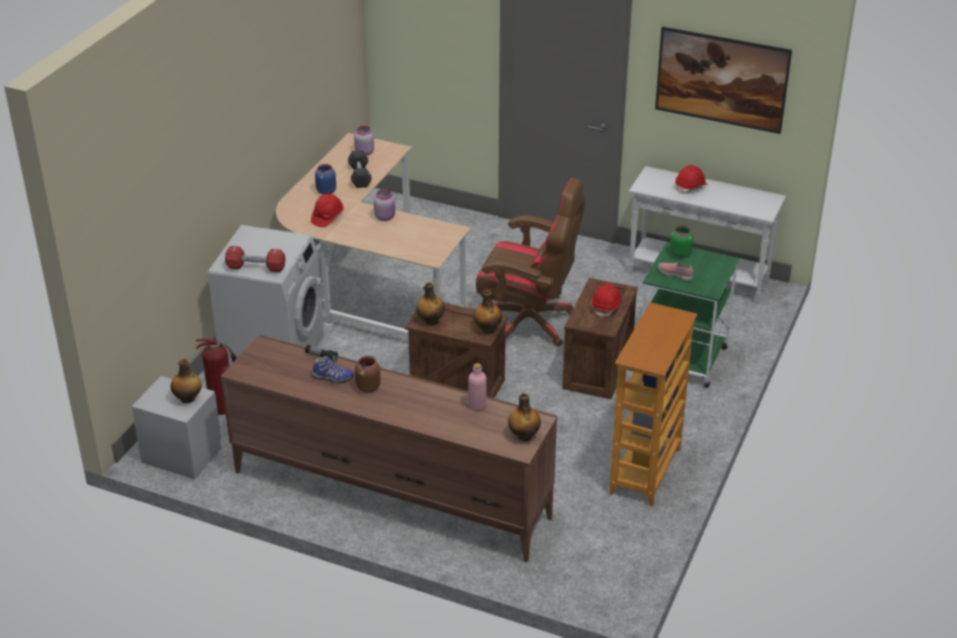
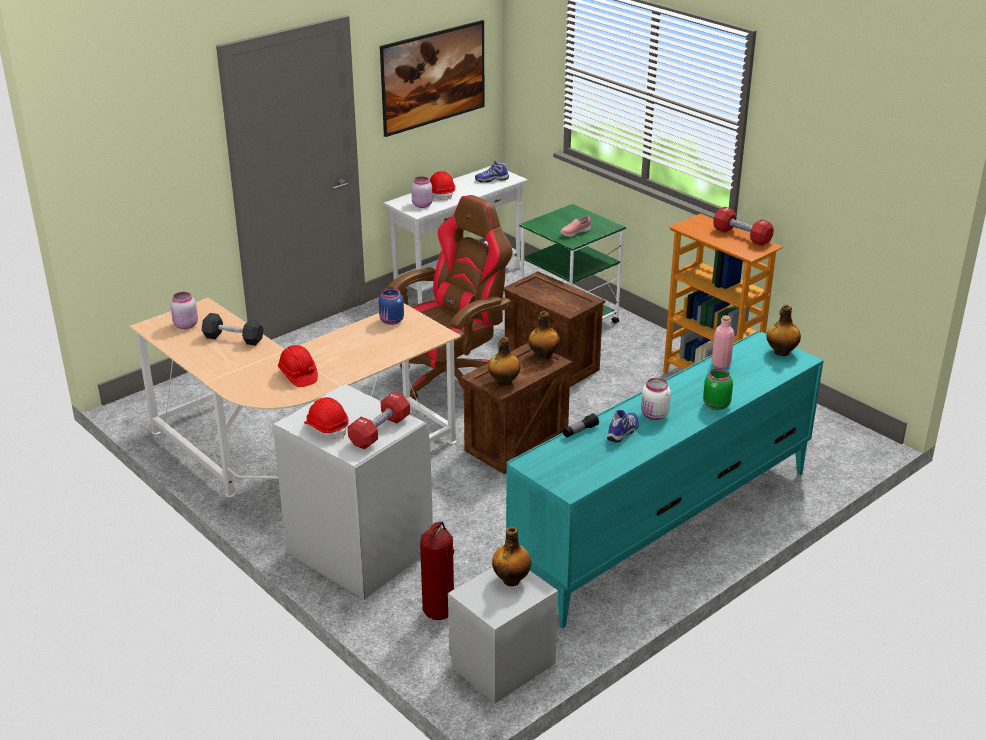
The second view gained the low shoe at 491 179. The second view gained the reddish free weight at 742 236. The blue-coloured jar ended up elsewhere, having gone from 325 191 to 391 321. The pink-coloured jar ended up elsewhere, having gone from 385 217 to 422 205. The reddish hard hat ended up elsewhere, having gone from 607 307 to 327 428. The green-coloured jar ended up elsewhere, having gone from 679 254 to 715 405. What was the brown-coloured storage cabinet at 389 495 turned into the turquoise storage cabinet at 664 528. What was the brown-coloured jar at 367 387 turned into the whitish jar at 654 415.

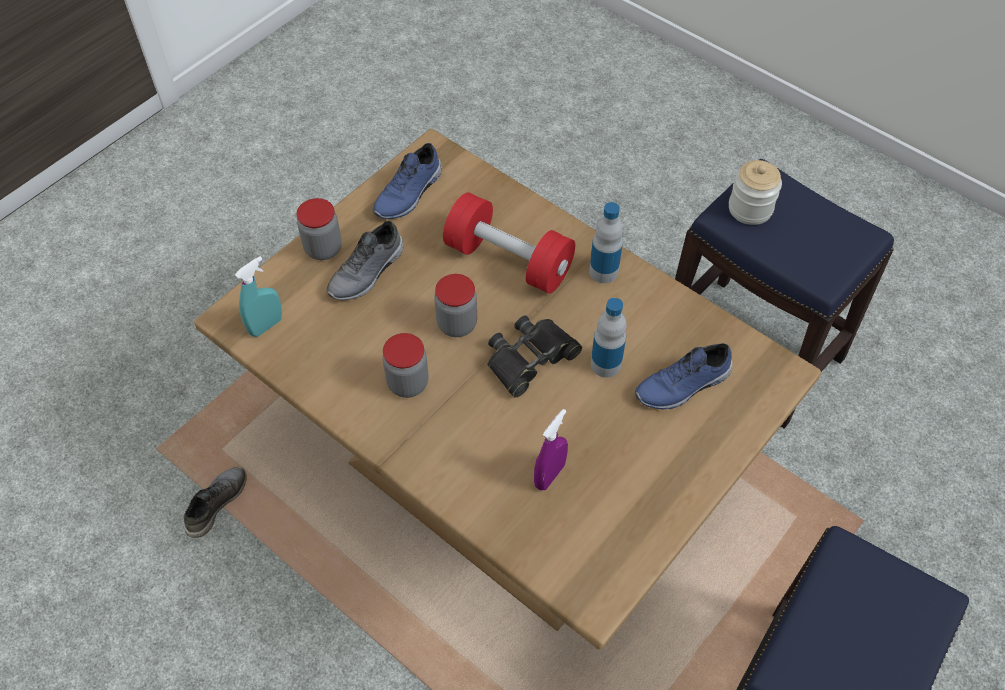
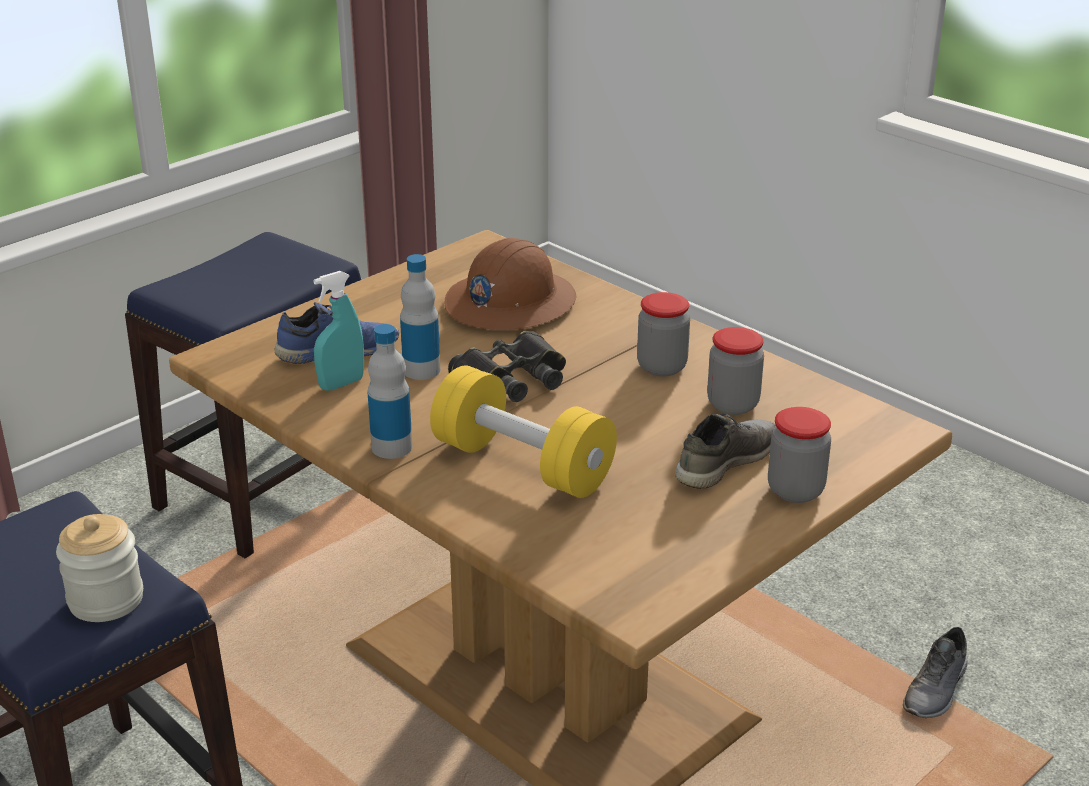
The second view lost the blue-coloured low shoe at 409 194. The turquoise sprayer ended up elsewhere, having gone from 266 326 to 341 384. The jar ended up elsewhere, having gone from 457 324 to 733 404. Where the purple-coloured sprayer stood at 549 475, the brown-coloured hard hat came to stand at 509 303. What was the reddish free weight at 508 260 turned into the yellowish free weight at 522 464.

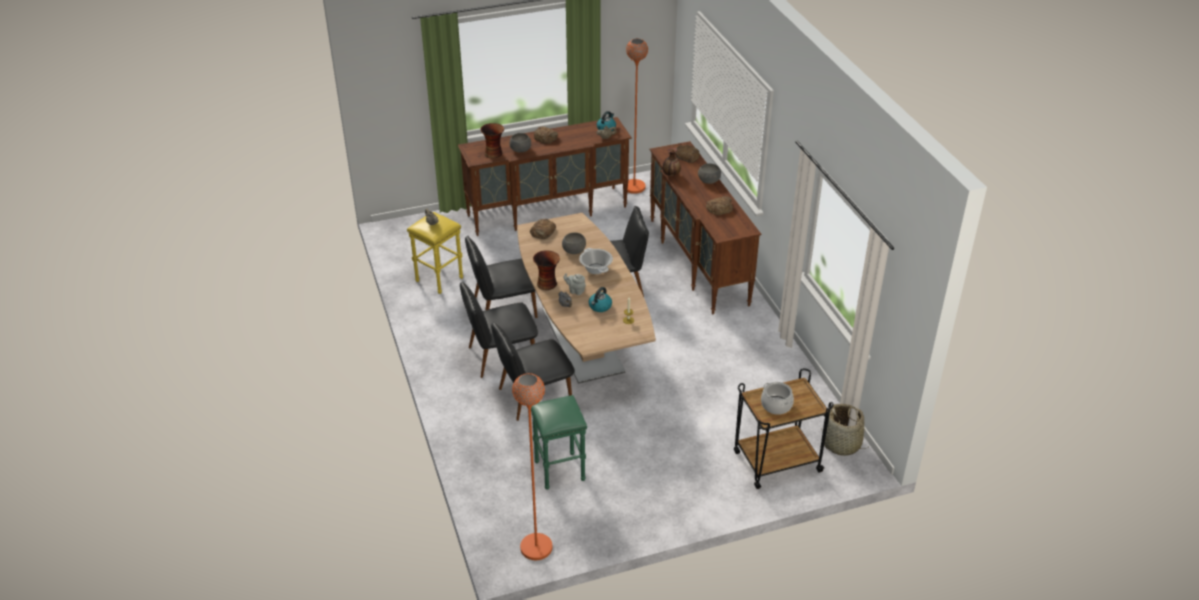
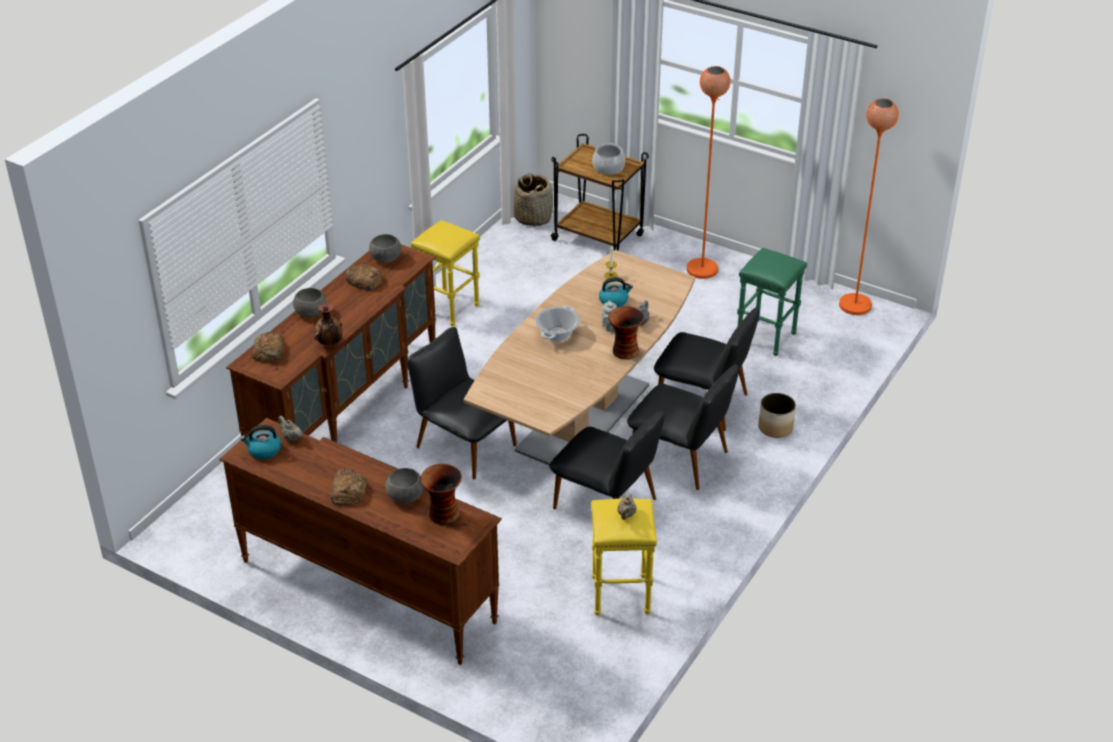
The second view lost the bakery bread at 543 232. The second view gained the yellowish stool at 449 309. The second view gained the planter at 775 428. The gray bowl ended up elsewhere, having gone from 574 250 to 385 258. The orangey standing lamp ended up elsewhere, having gone from 634 187 to 702 269.

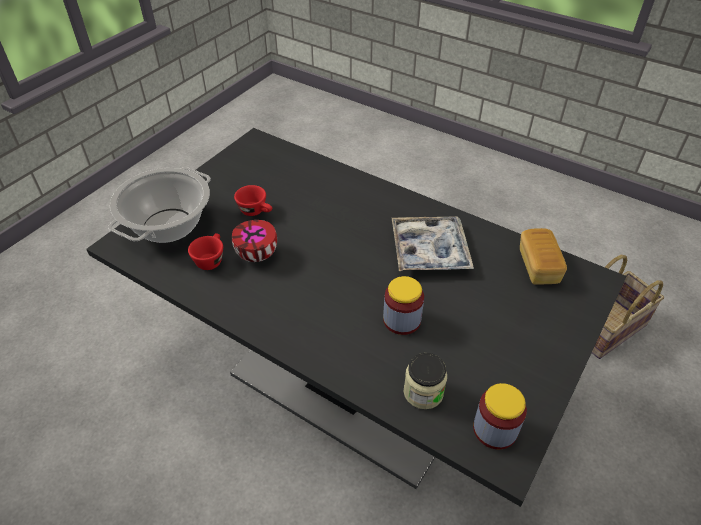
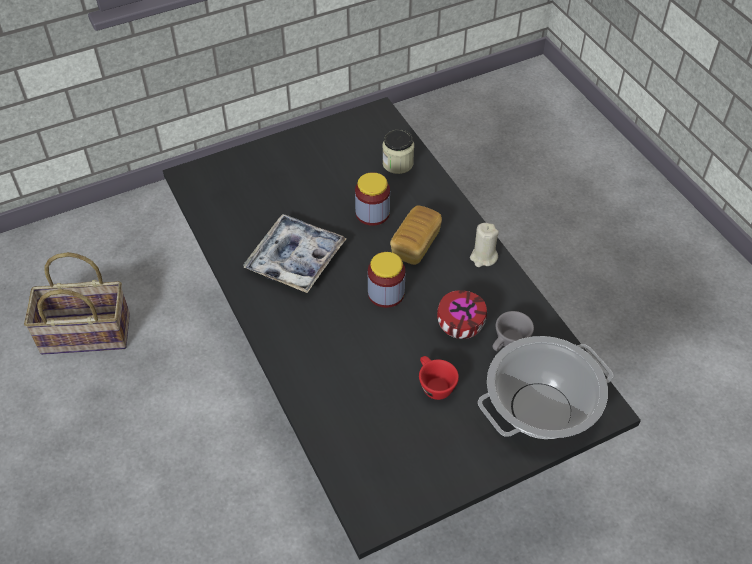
The second view gained the beige wax candle at 483 257. The jar ended up elsewhere, having gone from 495 429 to 386 293. The bakery bread ended up elsewhere, having gone from 538 266 to 415 245. What was the reddish drinking cup at 210 259 turned into the gray drinking cup at 508 343.

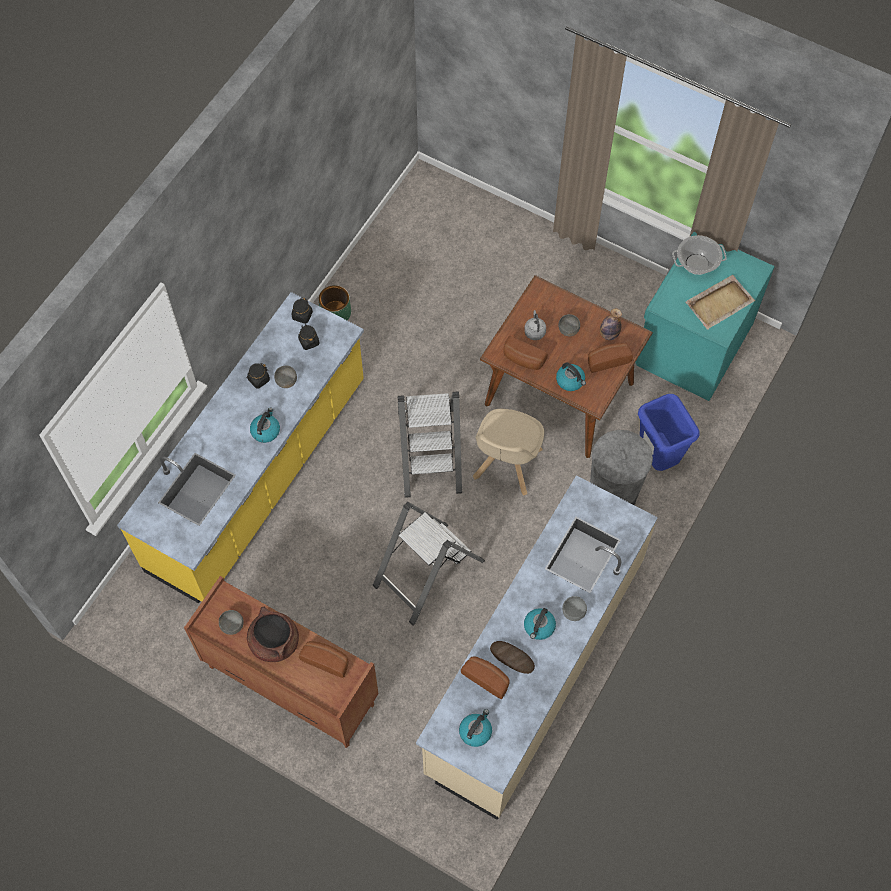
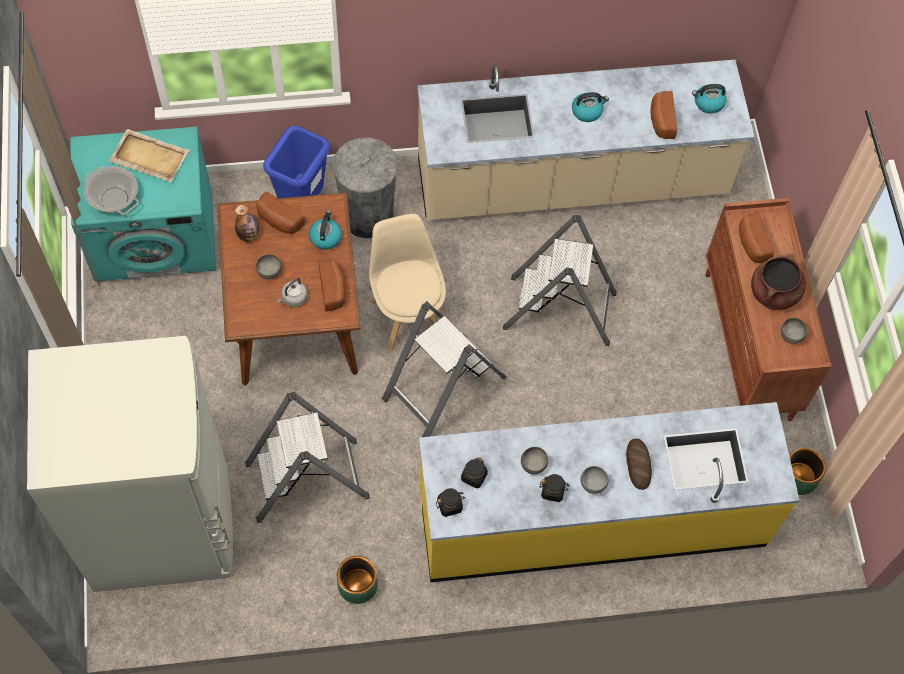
The second view lost the water kettle at 265 431. The second view gained the whitish refrigerator at 163 523. The second view gained the gray stepladder at 308 479. The second view gained the green-coloured planter at 799 478. The bakery bread ended up elsewhere, having gone from 512 658 to 638 465. The gray bowl ended up elsewhere, having gone from 573 612 to 593 484. The beige chair at 506 466 ended up facing another way, 90 degrees counterclockwise from before.

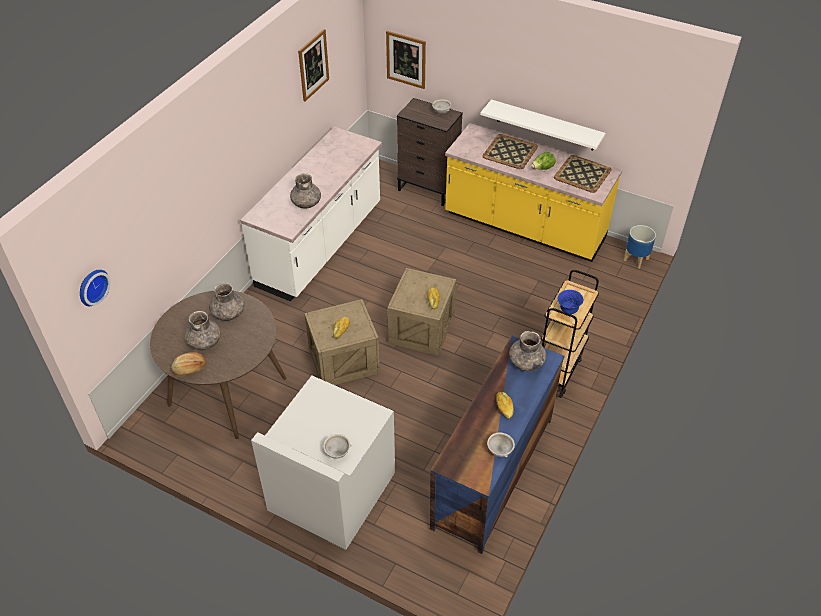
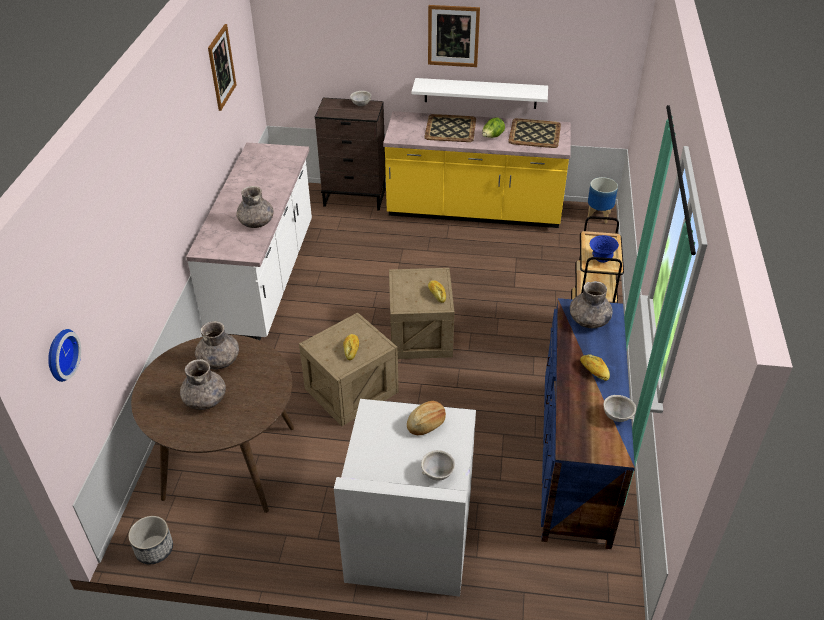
The second view gained the planter at 154 549. The bakery bread ended up elsewhere, having gone from 189 368 to 427 424. The wall art ended up elsewhere, having gone from 406 59 to 453 36.

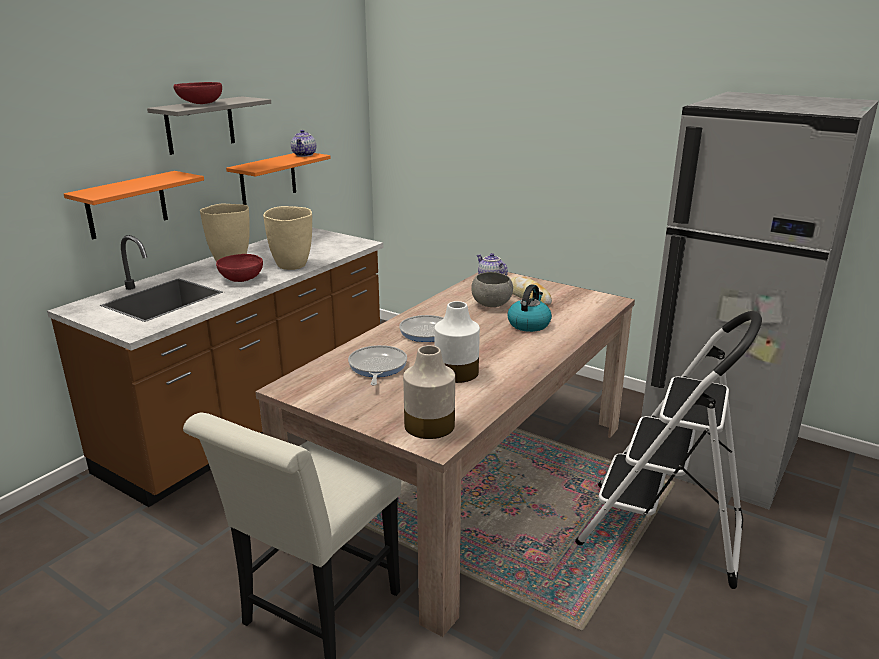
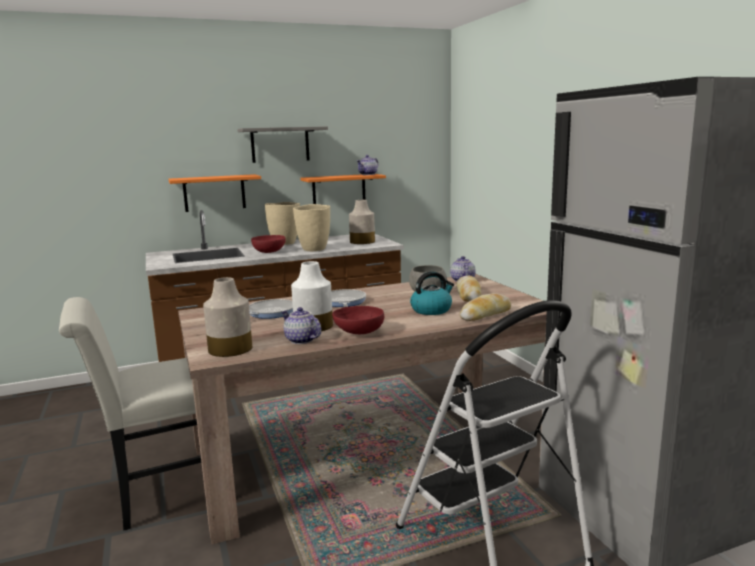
The second view gained the teapot at 300 340. The second view gained the beige vase at 362 241. The second view gained the bakery bread at 485 314. The reddish bowl ended up elsewhere, having gone from 200 104 to 358 333.

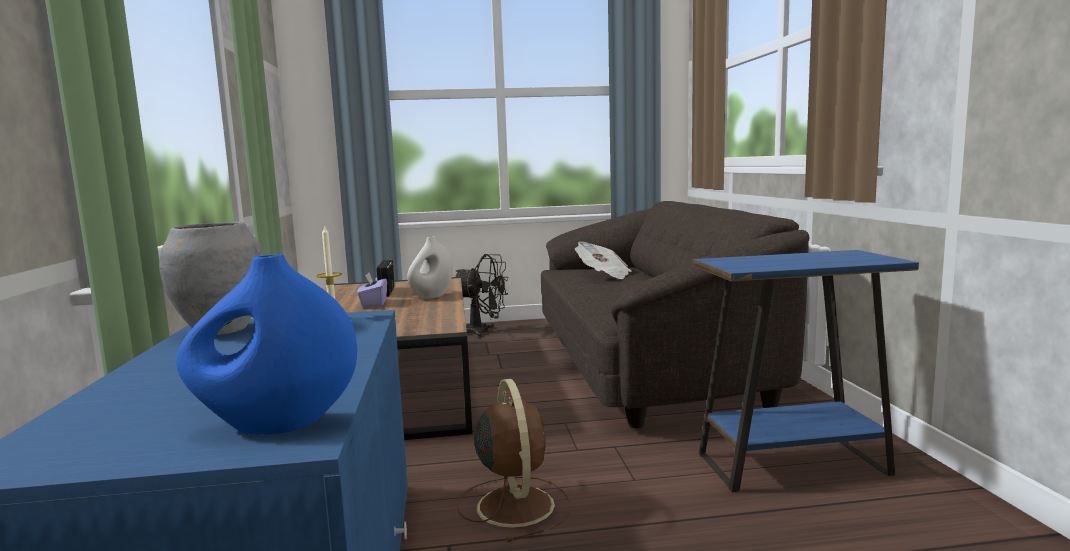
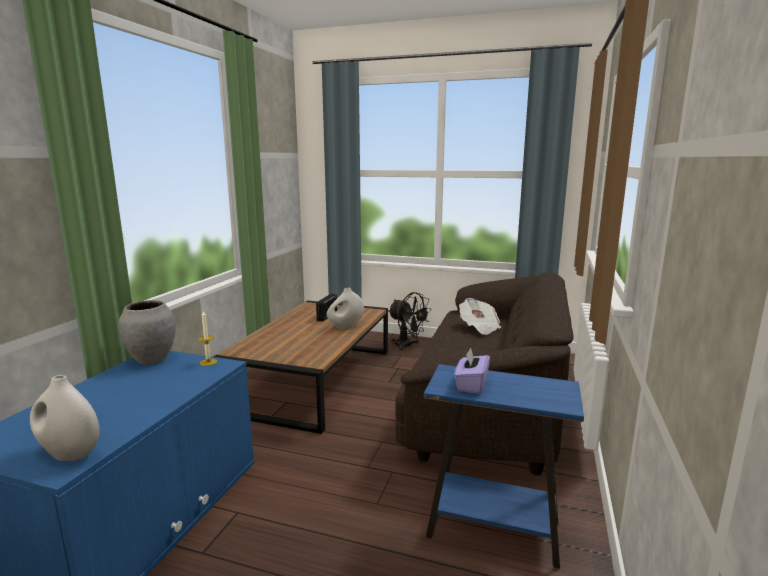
The second view lost the brown-coloured cooling fan at 514 504. The purple-coloured tissue box ended up elsewhere, having gone from 373 304 to 471 385. What was the blue-coloured vase at 275 425 turned into the whitish vase at 69 454.

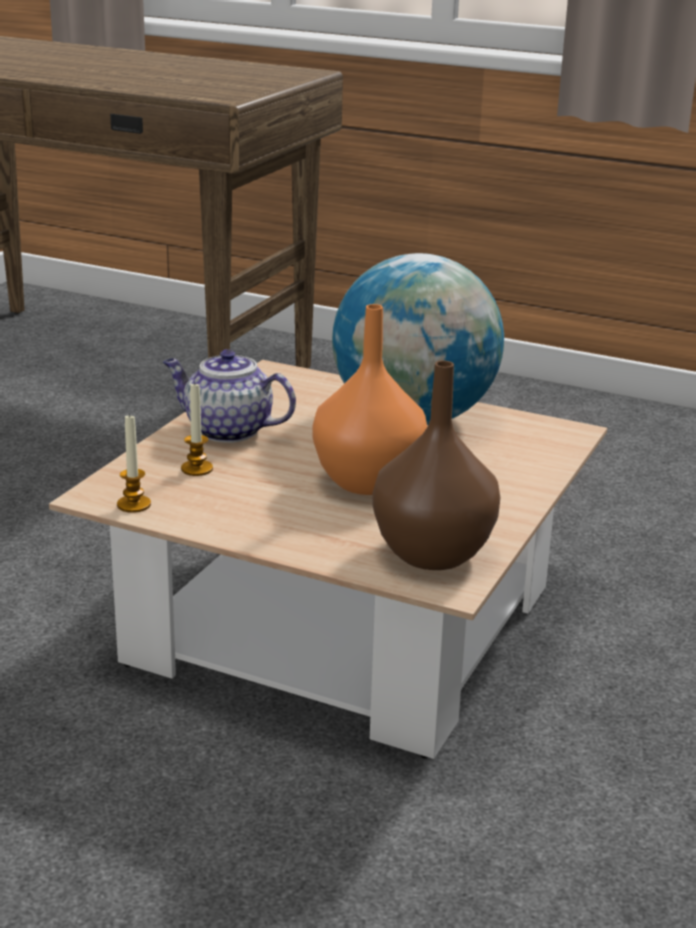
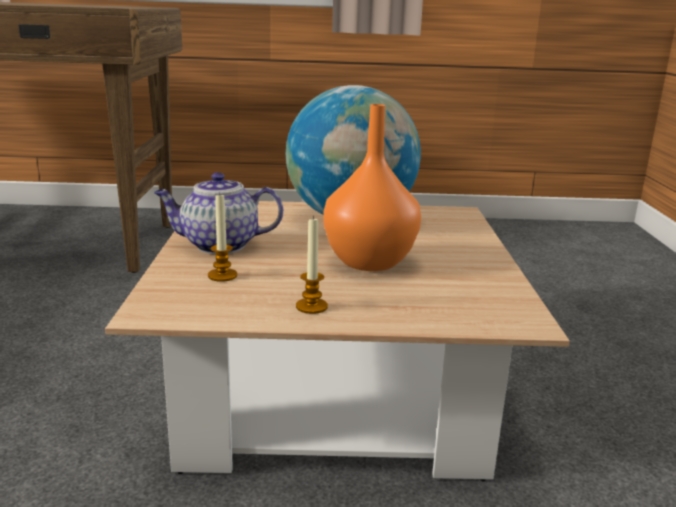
The second view lost the brown-coloured vase at 435 554. The wax candle ended up elsewhere, having gone from 134 505 to 311 307.

